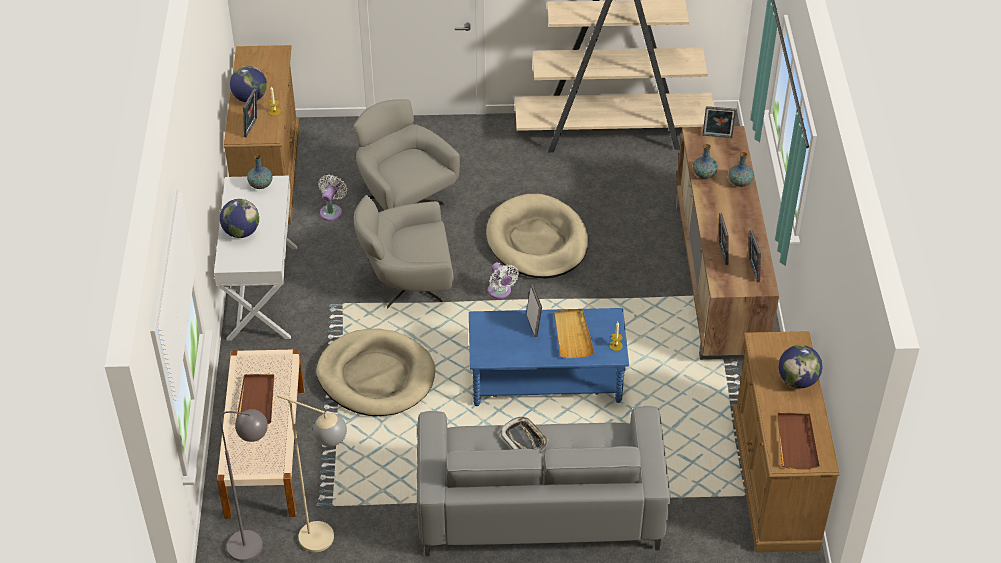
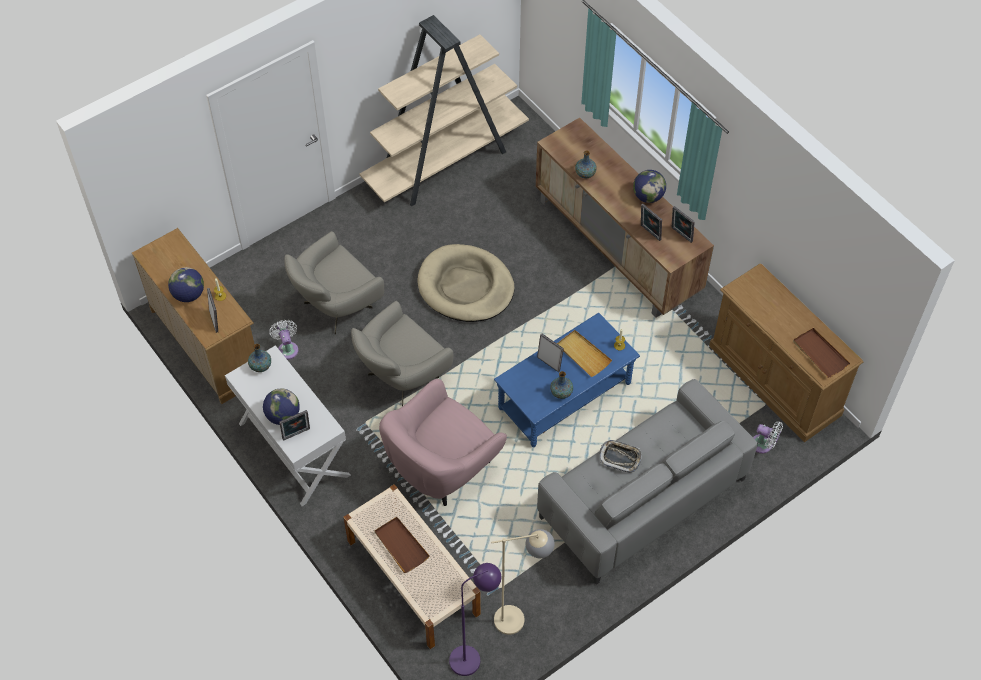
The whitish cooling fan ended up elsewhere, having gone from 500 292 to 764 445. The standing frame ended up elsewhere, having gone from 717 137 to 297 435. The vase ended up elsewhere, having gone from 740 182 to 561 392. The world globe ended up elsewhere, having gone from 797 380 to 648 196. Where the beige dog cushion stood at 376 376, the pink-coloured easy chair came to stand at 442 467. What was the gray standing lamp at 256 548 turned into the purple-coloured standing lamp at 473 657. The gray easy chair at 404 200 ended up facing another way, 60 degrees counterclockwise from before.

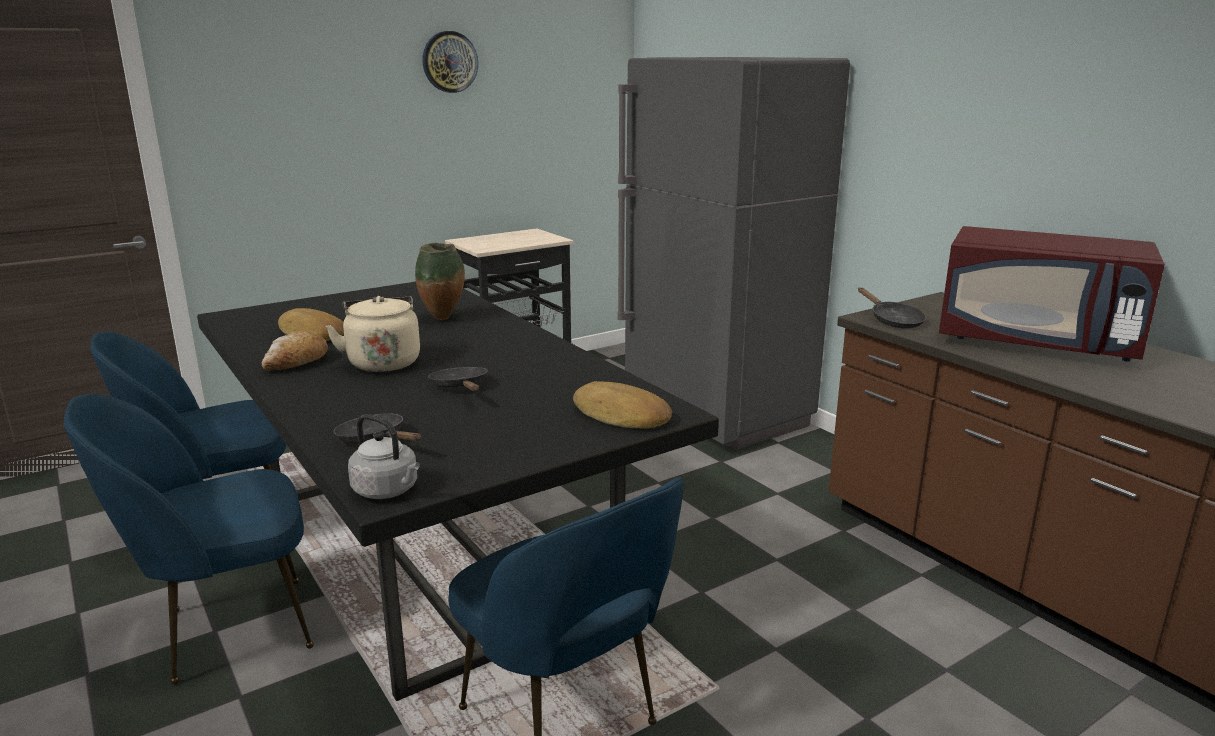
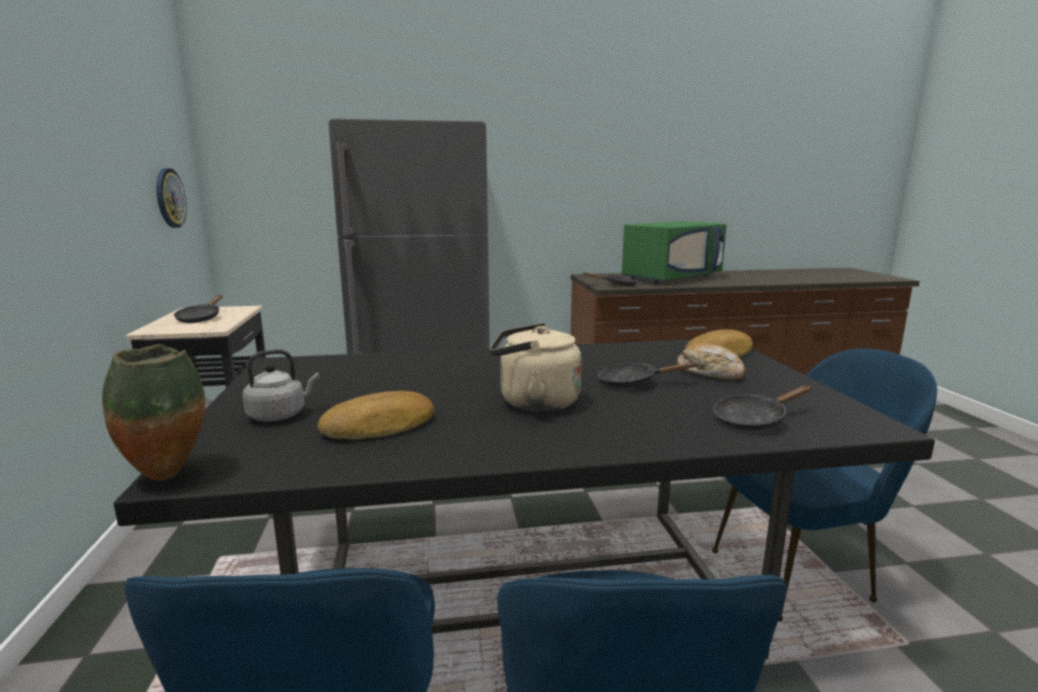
The second view gained the blackish frying pan at 200 318. The bakery bread ended up elsewhere, having gone from 296 362 to 709 372. The gray water kettle ended up elsewhere, having gone from 388 491 to 280 415. The vase ended up elsewhere, having gone from 443 319 to 169 475. The hanging clock ended up elsewhere, having gone from 449 62 to 169 198. What was the reddish microwave oven at 1037 342 turned into the green-coloured microwave oven at 672 278.

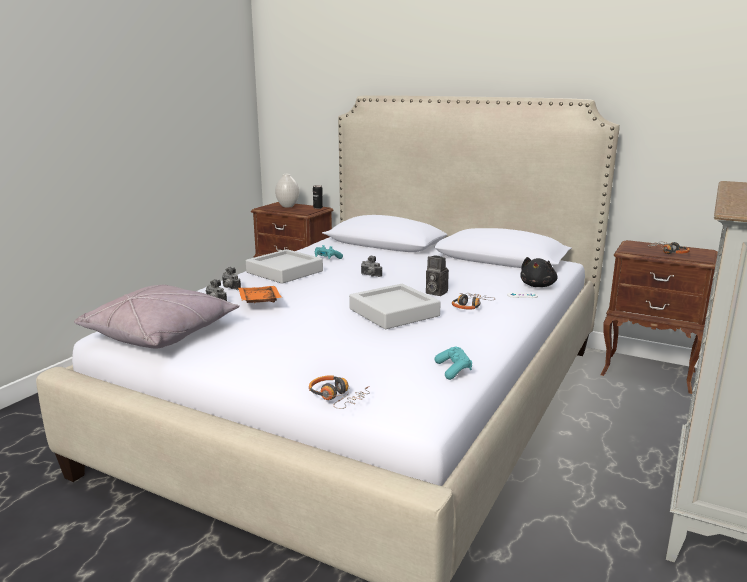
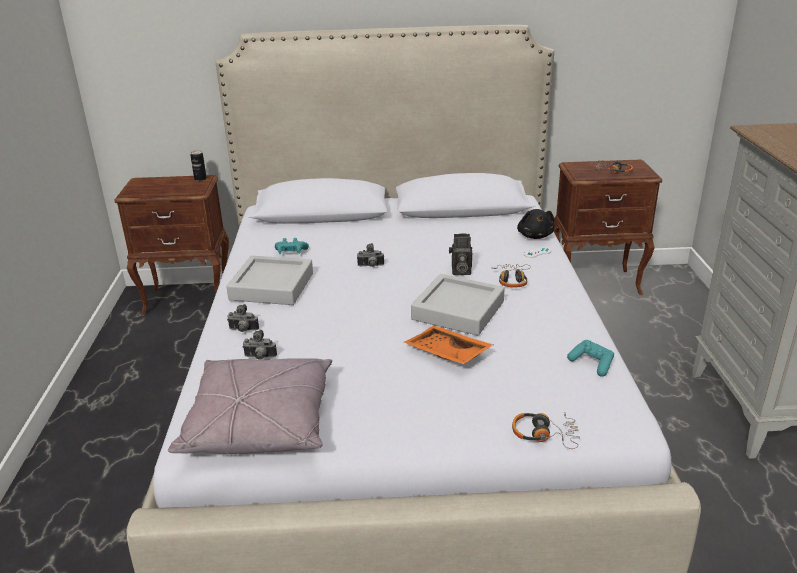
The second view lost the whitish vase at 288 206. The orangey serving tray ended up elsewhere, having gone from 258 302 to 446 354.

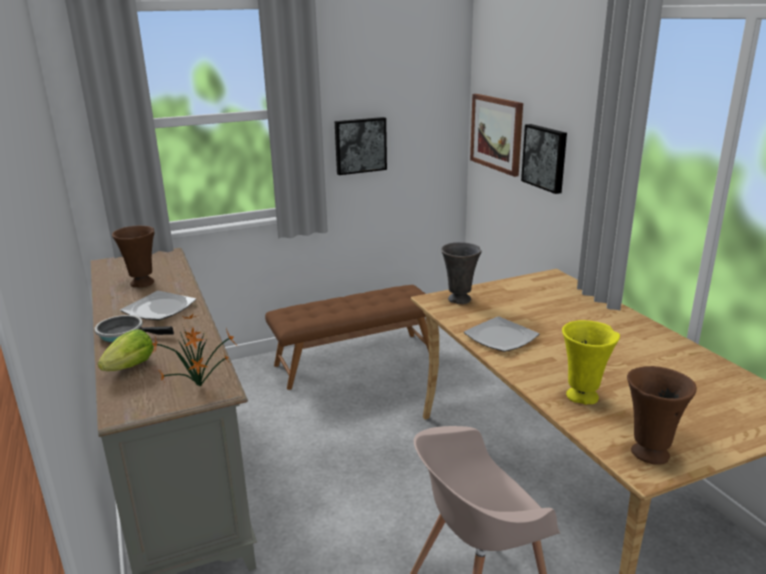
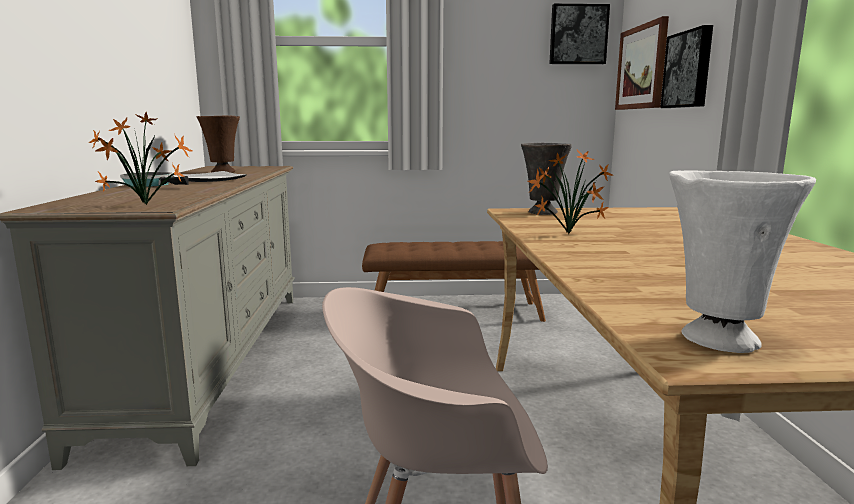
The second view lost the lettuce head at 131 367. The second view lost the yellowish vase at 583 397. The wall art ended up elsewhere, having gone from 360 145 to 578 35. Where the dinner plate stood at 501 337, the plant in a pot came to stand at 566 234. What was the brown-coloured vase at 648 453 turned into the whitish vase at 716 339.

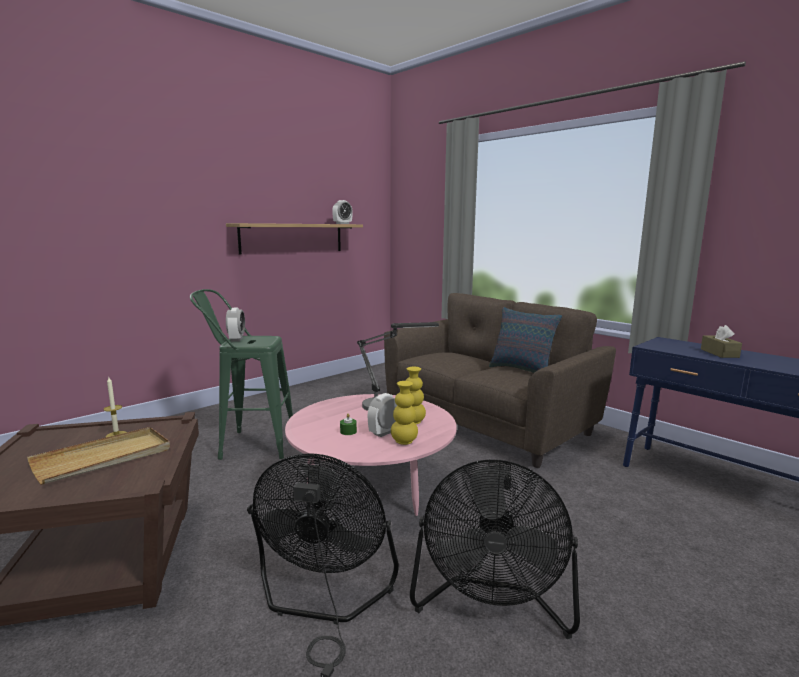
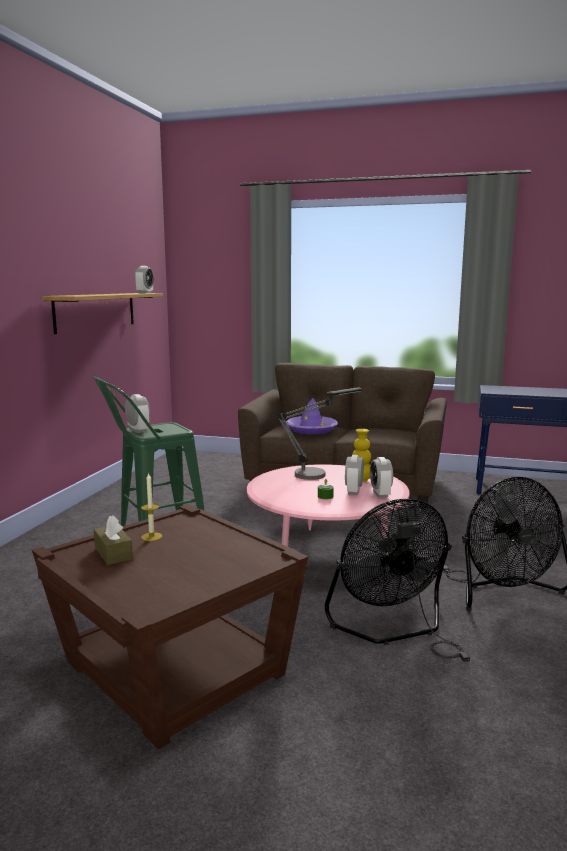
The second view lost the beige serving tray at 103 458. The second view lost the blue-coloured pillow at 522 370. The second view gained the purple-coloured clothing hat at 311 429. The brown-coloured tissue box ended up elsewhere, having gone from 719 353 to 113 553. Where the yellowish vase stood at 404 441, the table clock came to stand at 380 494.

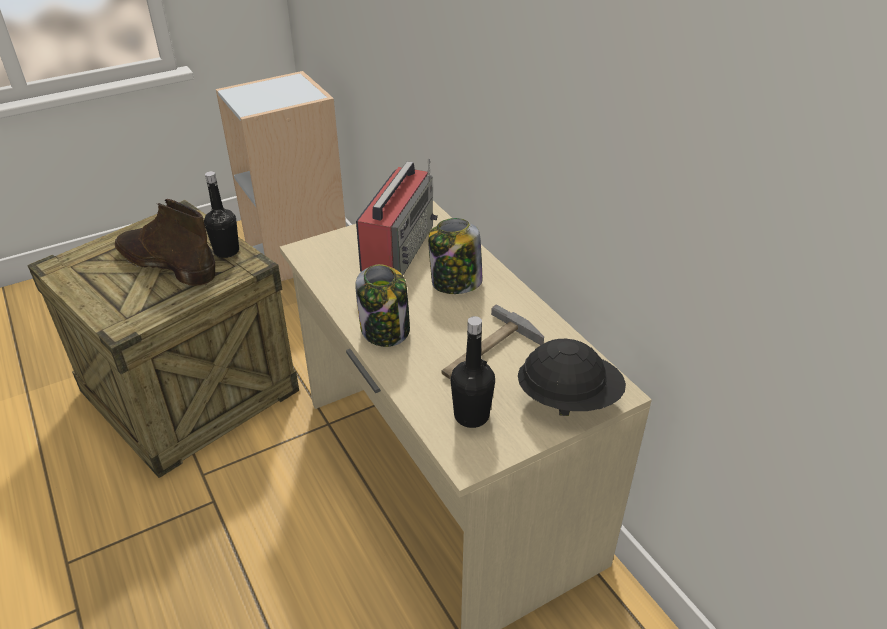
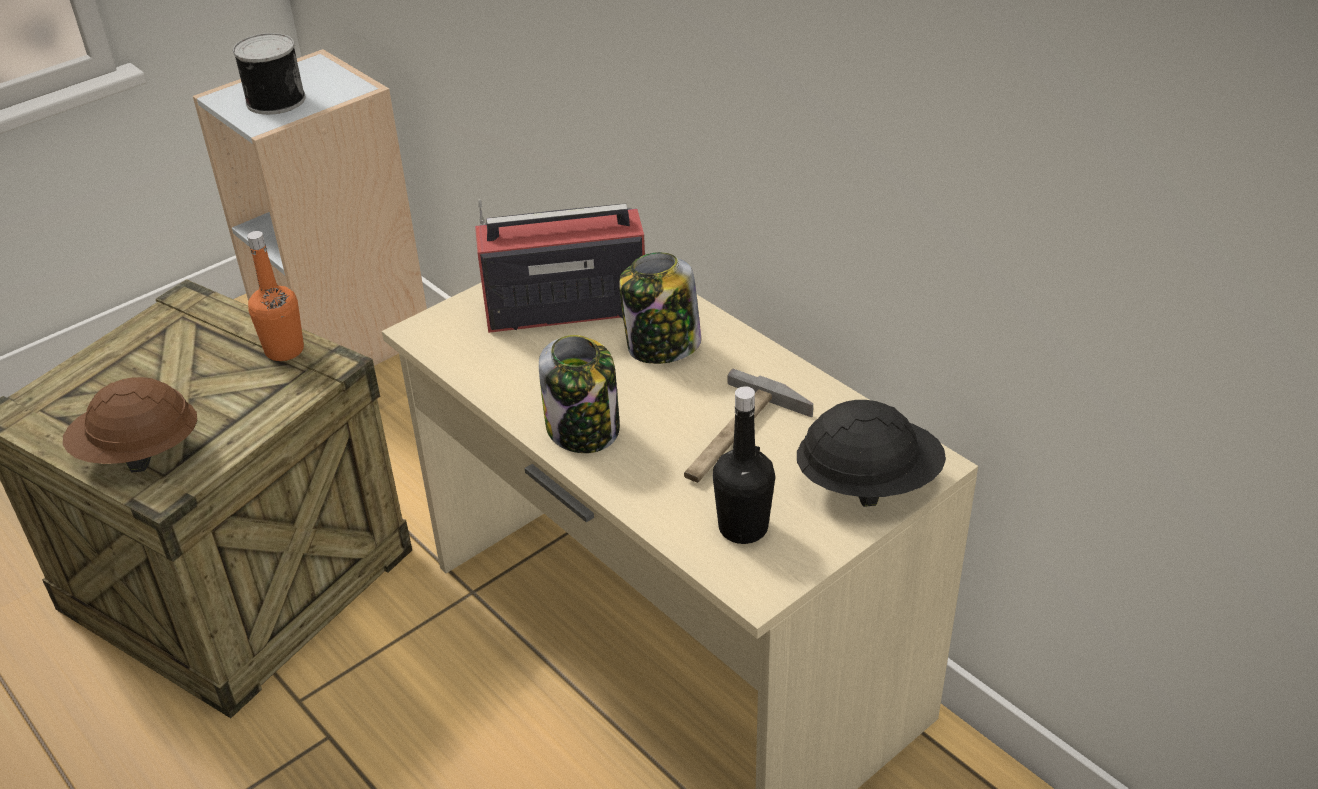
The second view lost the brown-coloured high-top boot at 166 263. The second view gained the brown-coloured hard hat at 139 454. The second view gained the sealed can at 274 100. What was the blackish drink bottle at 226 251 turned into the orangey drink bottle at 284 350. The radio set at 398 249 ended up facing another way, 105 degrees counterclockwise from before.

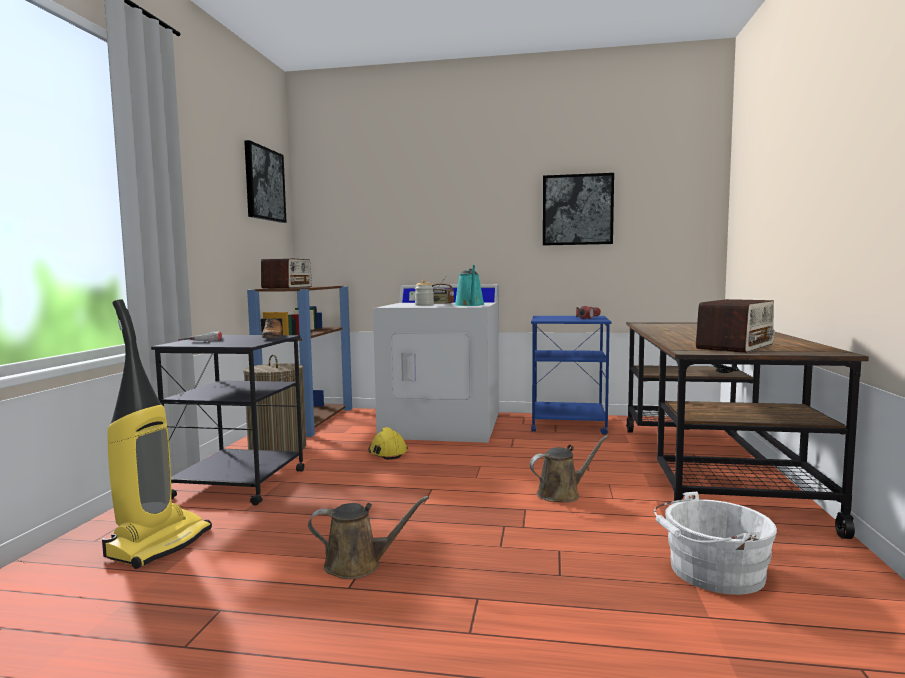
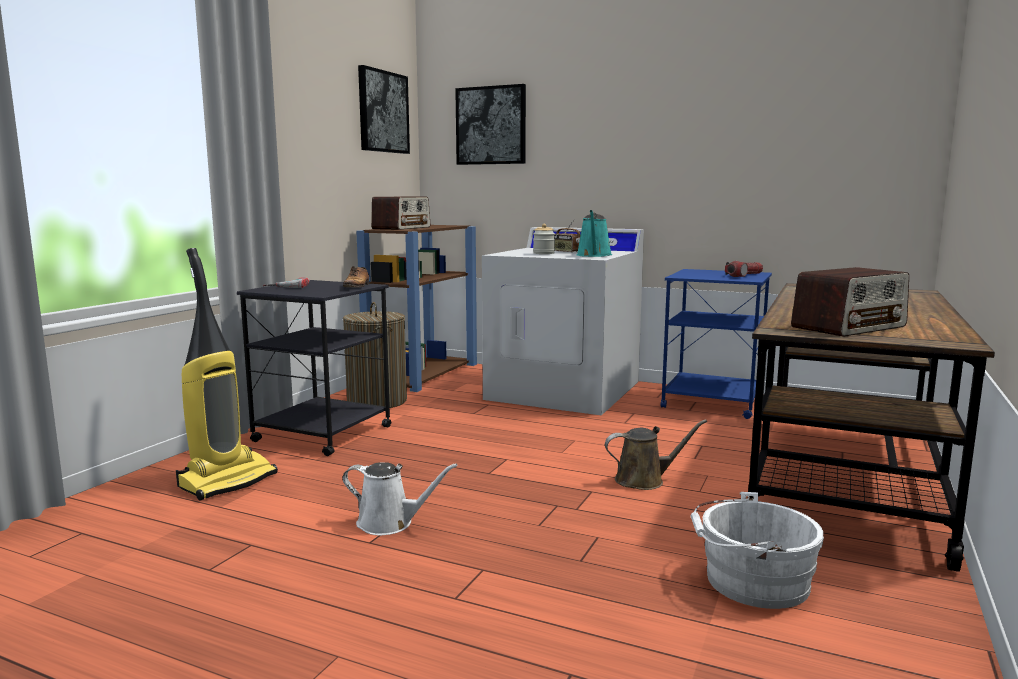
The second view lost the yellowish hard hat at 387 452. The wall art ended up elsewhere, having gone from 577 210 to 491 125. What was the brown-coloured watering pot at 358 565 turned into the whitish watering pot at 390 523.

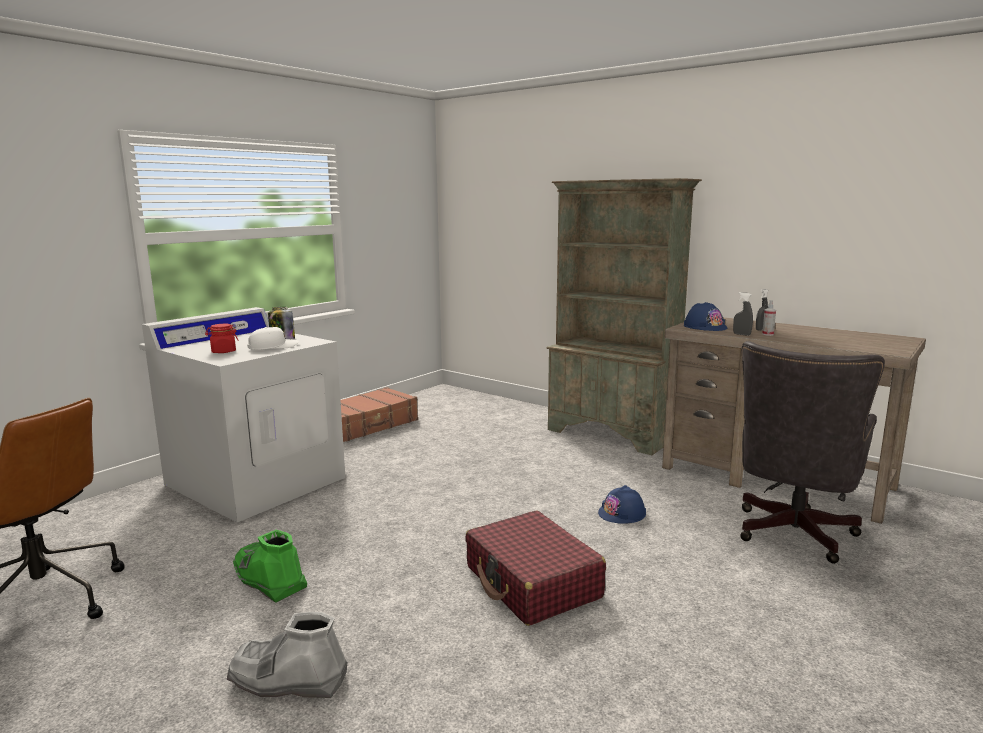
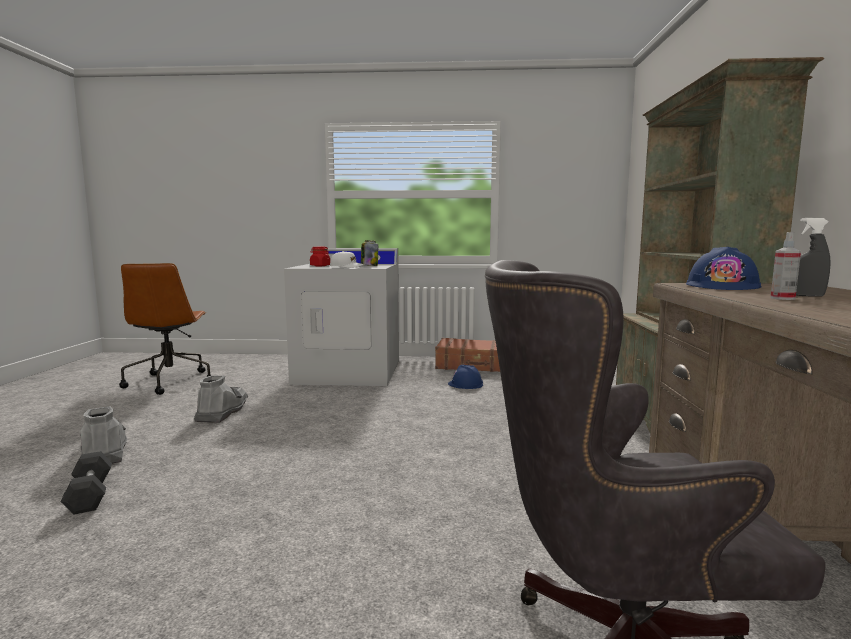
The second view lost the reddish piece of luggage at 532 582. The second view lost the gray sprayer at 741 334. The second view gained the blackish free weight at 89 494. The blue-coloured hard hat ended up elsewhere, having gone from 622 513 to 465 384. What was the green-coloured high-top boot at 269 580 turned into the gray high-top boot at 222 412.

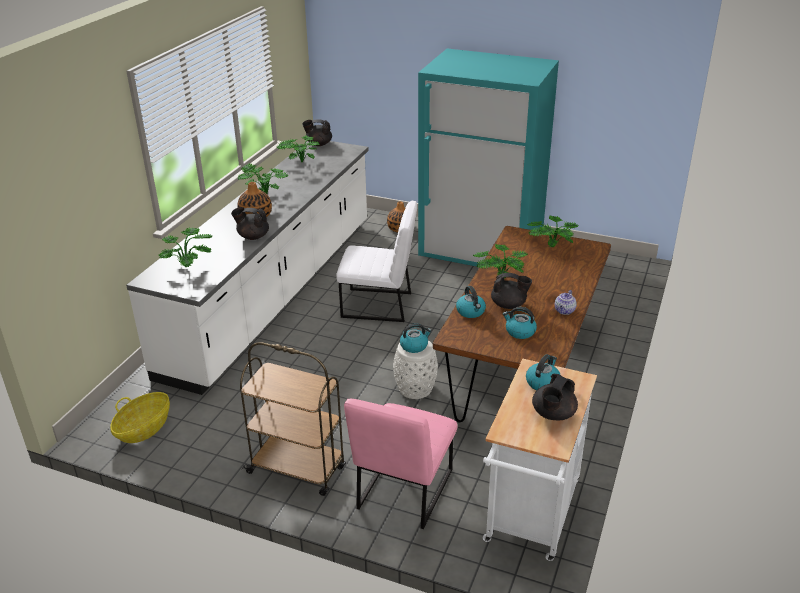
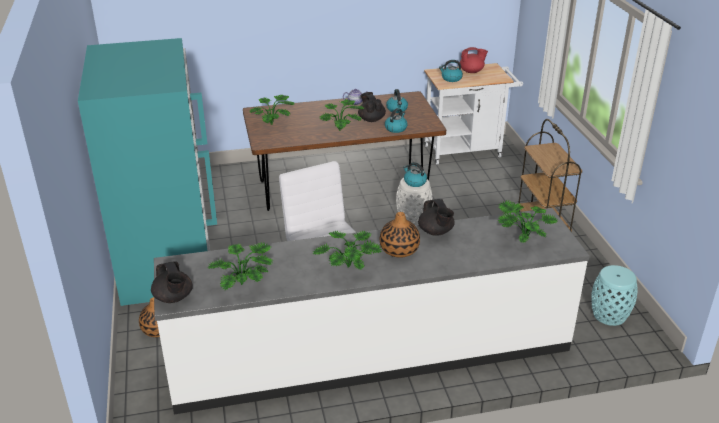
The second view lost the pink-coloured chair at 403 491. Where the basket stood at 144 429, the turquoise stool came to stand at 609 315. What was the blackish teapot at 553 414 turned into the reddish teapot at 471 71.

